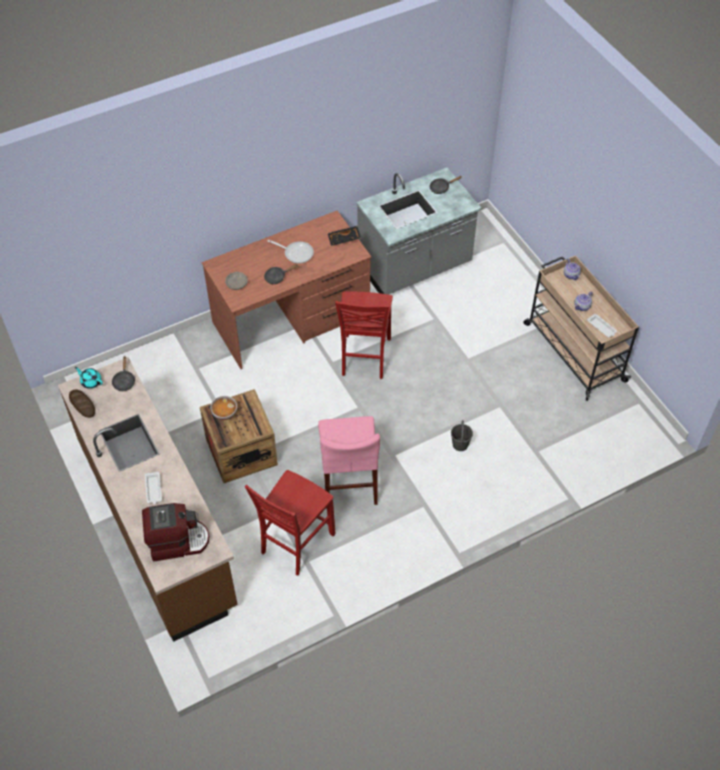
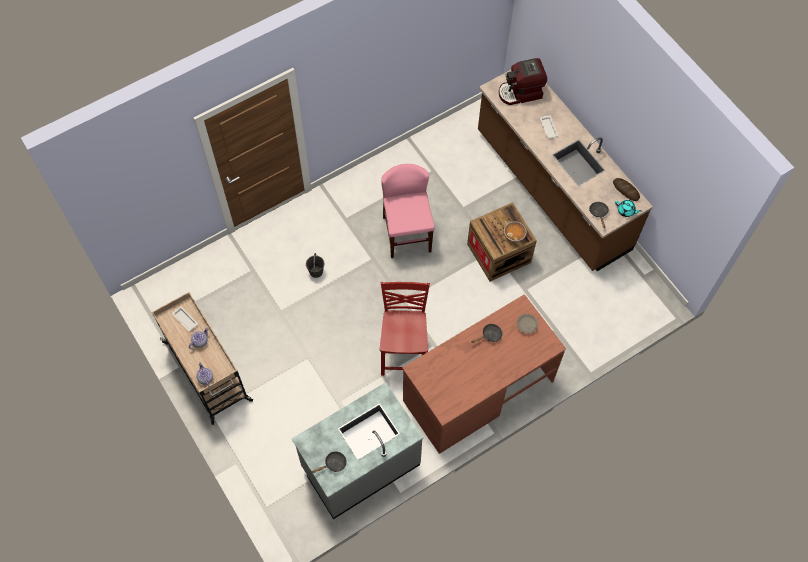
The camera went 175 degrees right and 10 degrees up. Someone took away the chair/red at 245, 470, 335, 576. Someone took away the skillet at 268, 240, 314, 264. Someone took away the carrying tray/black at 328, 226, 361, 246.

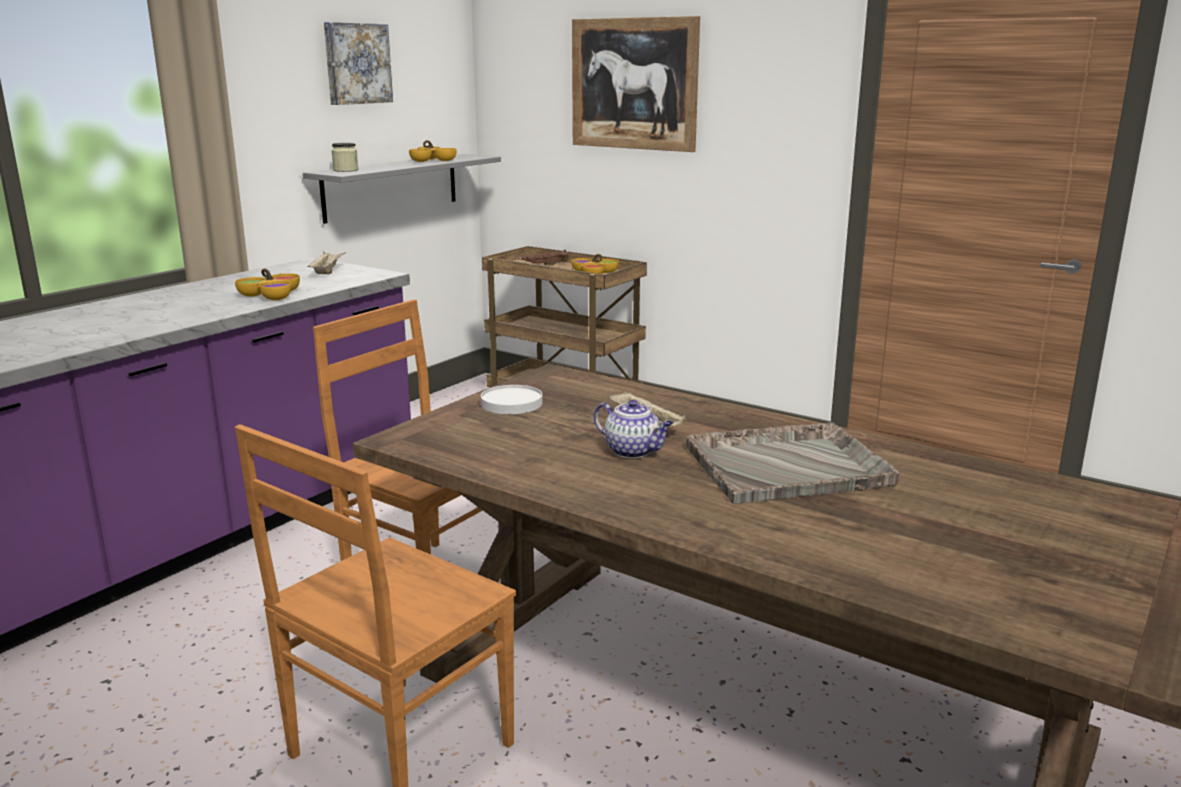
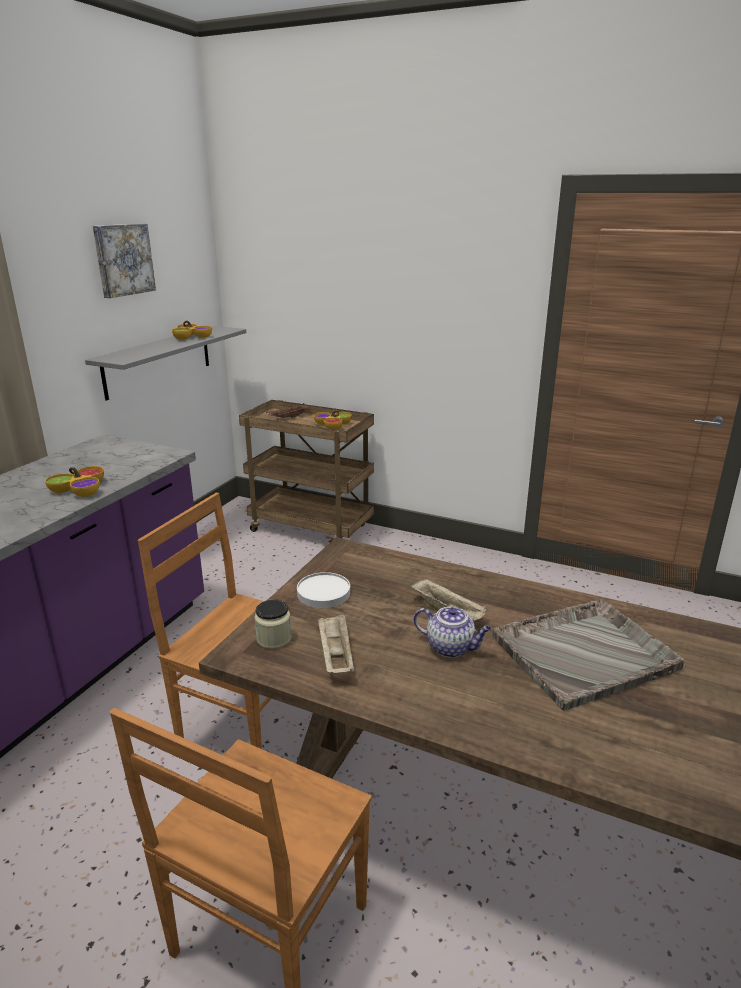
The camera went 10 degrees left and 5 degrees up. Someone took away the wall art at 572, 16, 700, 152. Someone carried the carrying tray/beige from 307, 251, 346, 274 to 318, 613, 354, 673. Someone carried the storage jar from 332, 143, 358, 172 to 255, 599, 292, 649.

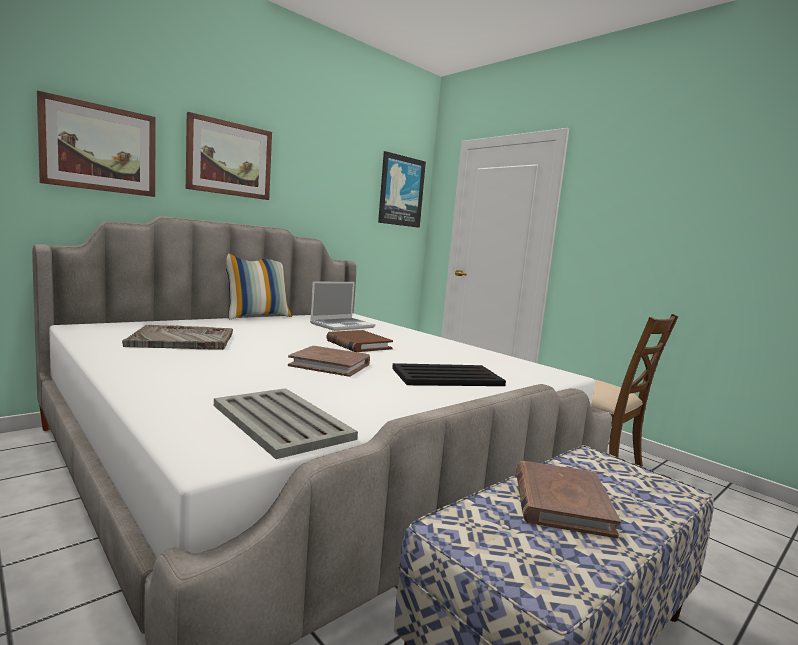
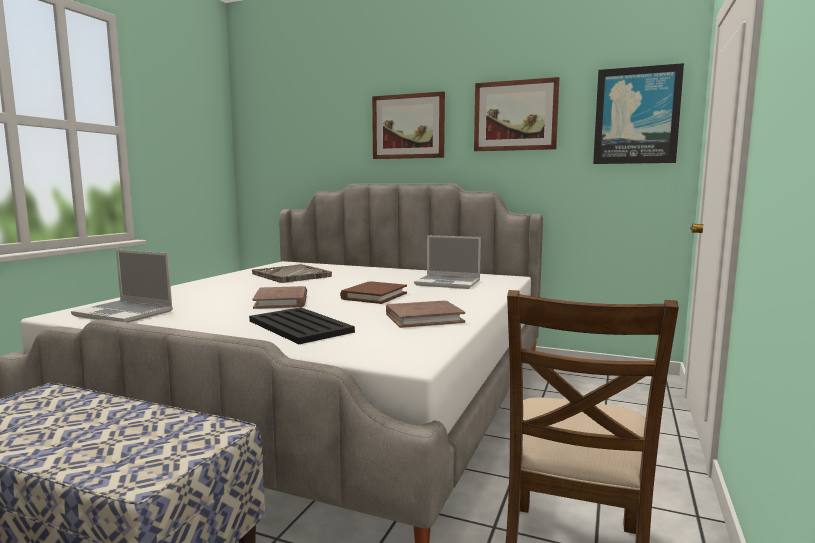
The camera went 65 degrees right and 0 degrees up. Someone took away the pillow at 226, 253, 292, 319. Someone carried the wall art from 37, 91, 156, 197 to 474, 77, 559, 151. Someone carried the bound book/brown-coloured from 516, 461, 621, 538 to 386, 301, 465, 328. Someone swapped the carrying tray/greyish at 214, 388, 358, 459 for the notebook computer at 71, 250, 173, 323.

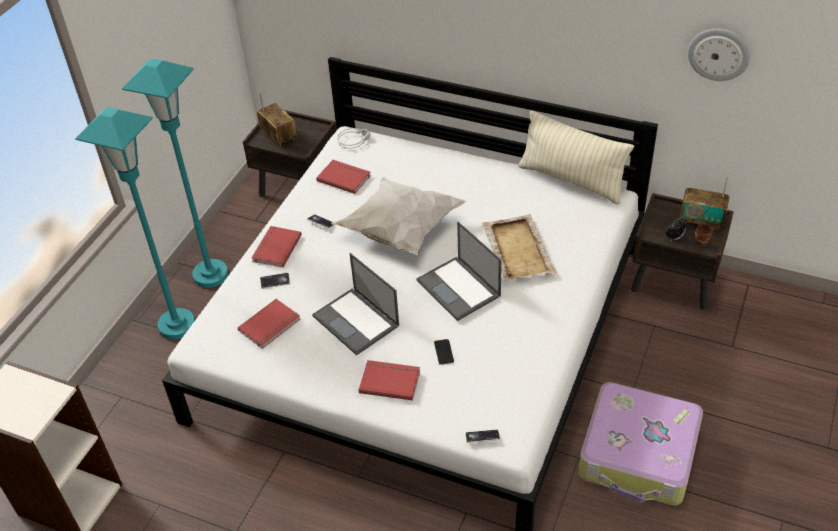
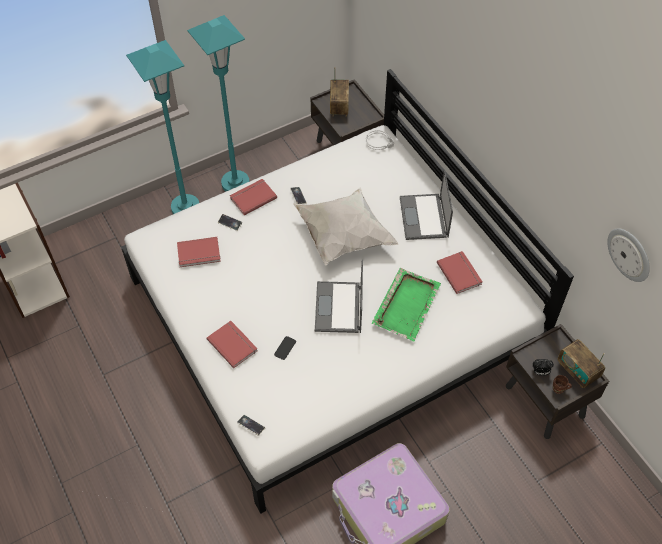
The camera went 35 degrees right and 10 degrees up. Someone took away the pillow/beige at 518, 110, 634, 205. Someone carried the notebook computer from 312, 253, 399, 355 to 400, 169, 453, 240. Someone carried the bound book/red from 316, 160, 371, 194 to 437, 251, 483, 294. Someone repainted the carrying tray/beige at 482, 215, 556, 281, which became the carrying tray/greenish at 372, 268, 441, 341.

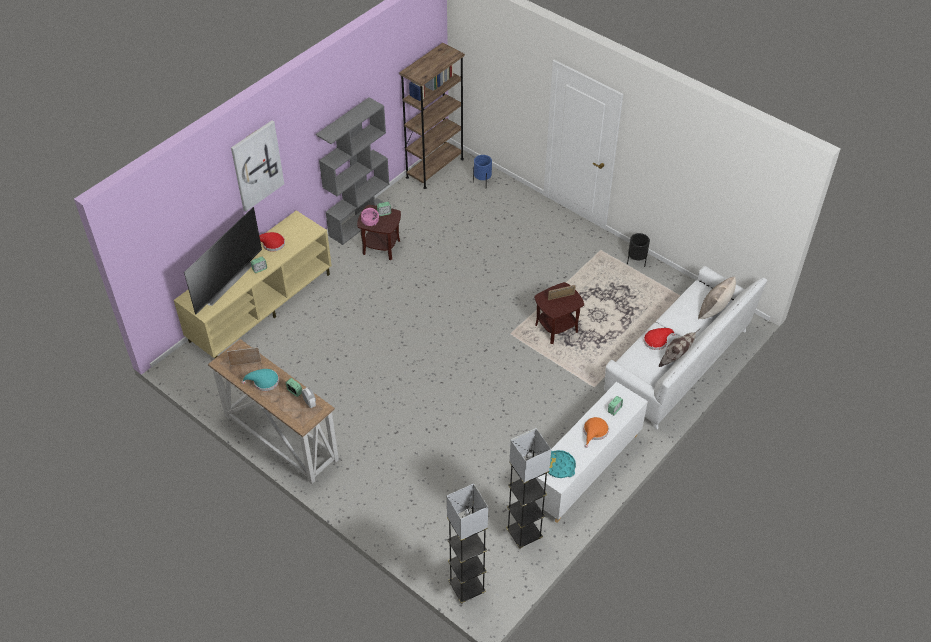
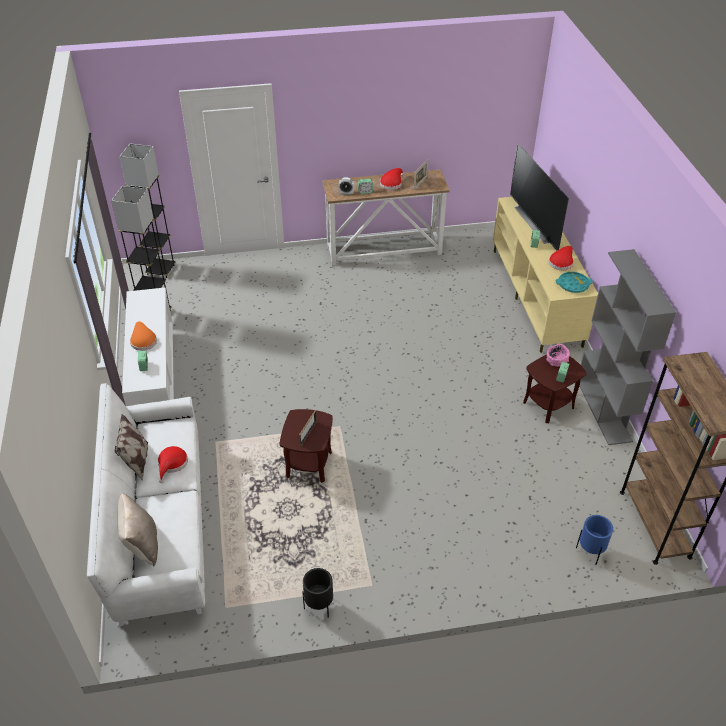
The camera went 130 degrees right and 5 degrees down. Someone took away the wall art at 231, 120, 284, 211. Someone carried the carrying tray/turquoise-coloured from 548, 450, 576, 478 to 556, 272, 593, 293. Someone repainted the hat/turquoise-coloured at 242, 369, 279, 391, which became the hat/red at 380, 168, 404, 190.

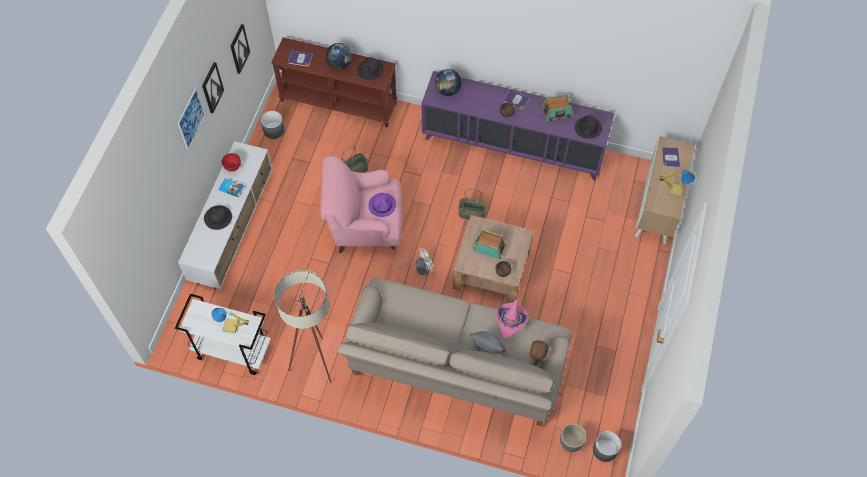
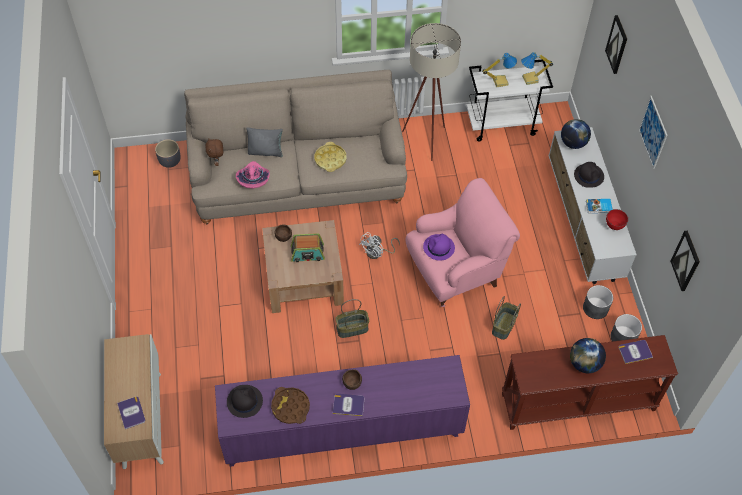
The camera went 155 degrees right and 5 degrees down. Someone took away the hat/black at 357, 57, 383, 80. Someone put down the carrying tray/yellow-coloured at 315, 142, 346, 172. Someone carried the wall art from 202, 62, 224, 113 to 605, 15, 627, 74. Someone carried the globe from 435, 69, 462, 96 to 561, 119, 591, 149. Someone carried the flower pot/greyish from 593, 431, 621, 462 to 583, 285, 613, 319. Someone carried the tabletop lamp from 659, 169, 695, 197 to 521, 52, 553, 85. Someone swapped the radio receiver at 541, 94, 573, 121 for the carrying tray/brown-coloured at 271, 387, 310, 424.

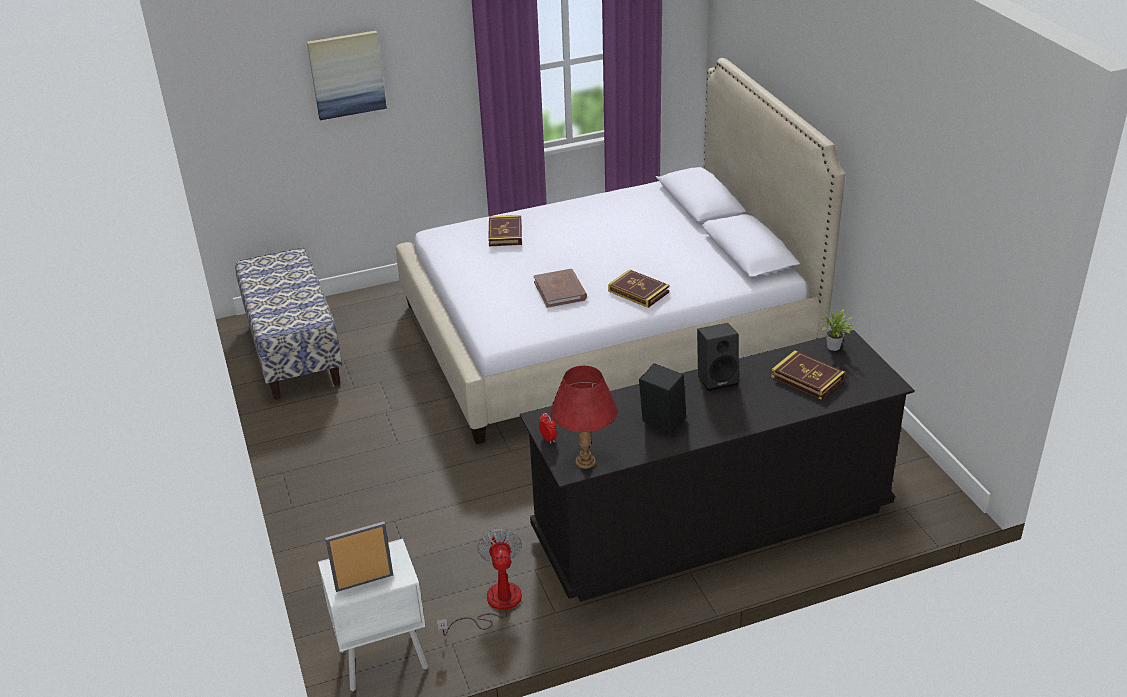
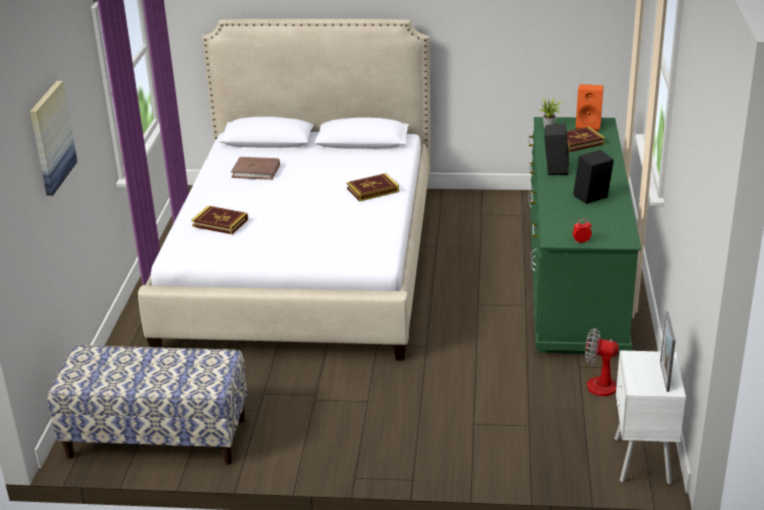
The camera went 65 degrees left and 5 degrees down. Someone took away the tabletop lamp/red at 550, 366, 618, 469. Someone put down the loudspeaker/orange-coloured at 576, 84, 604, 131. Someone carried the bound book/brown-coloured from 534, 269, 587, 308 to 231, 157, 280, 180. Someone repainted the chest of drawers/black at 520, 330, 915, 602, which became the chest of drawers/greenish at 528, 117, 641, 355.

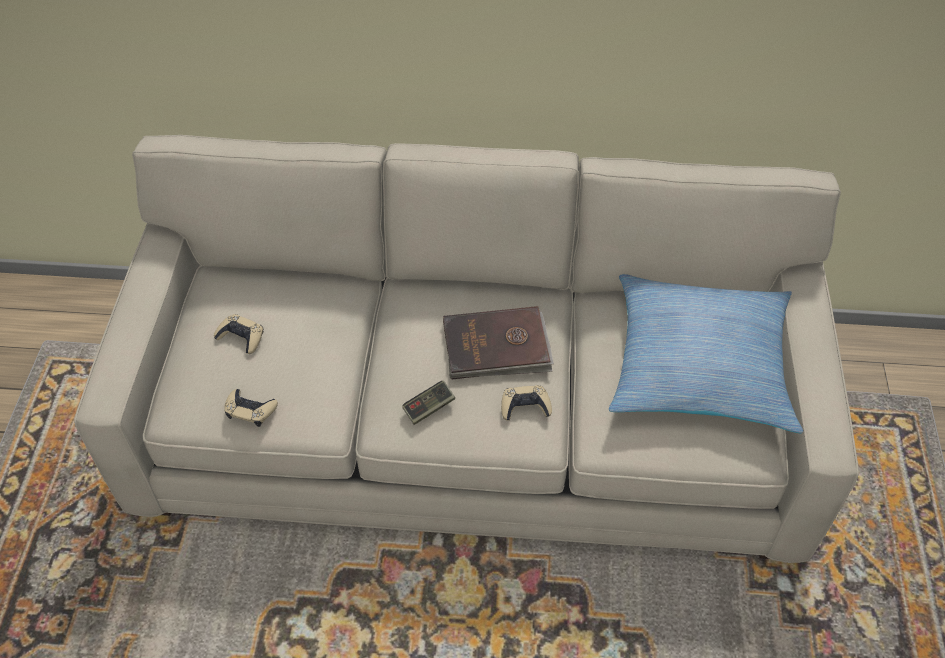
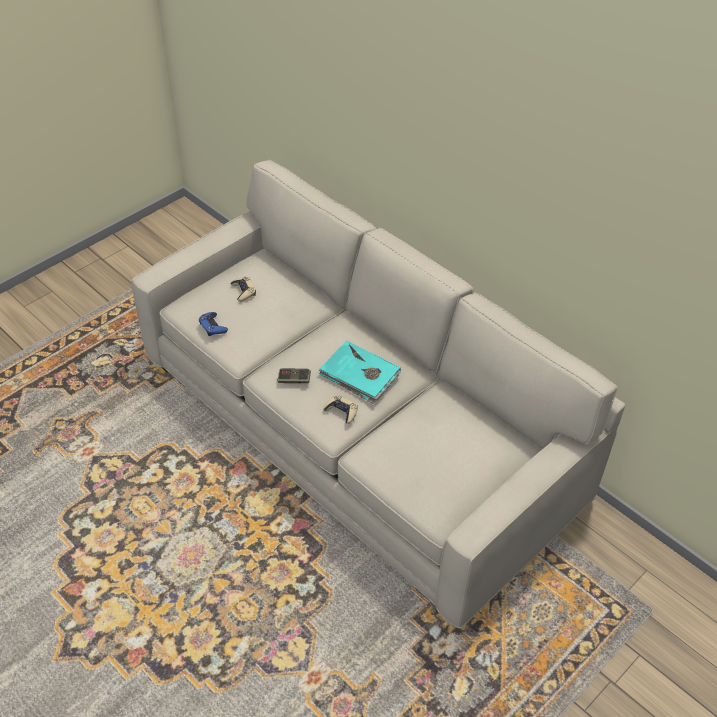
The camera went 40 degrees right and 5 degrees down. Someone took away the pillow at 609, 274, 803, 433. Someone repainted the game controller/beige at 225, 389, 278, 427, which became the game controller/blue at 199, 312, 228, 336. Someone repainted the bound book/brown-coloured at 443, 306, 554, 379, which became the bound book/turquoise-coloured at 318, 341, 401, 404.

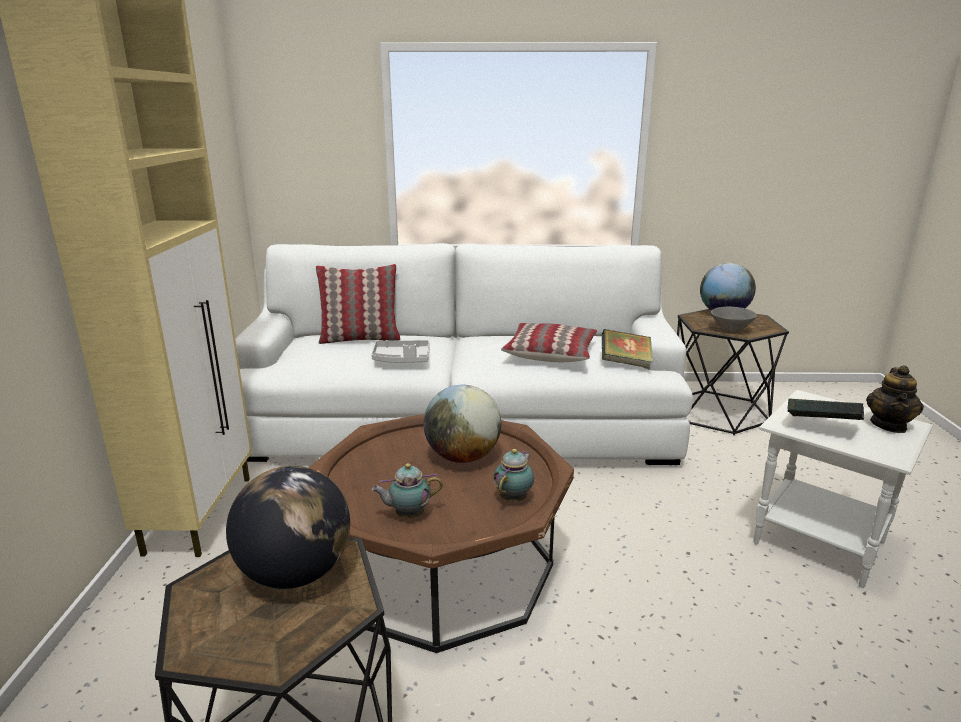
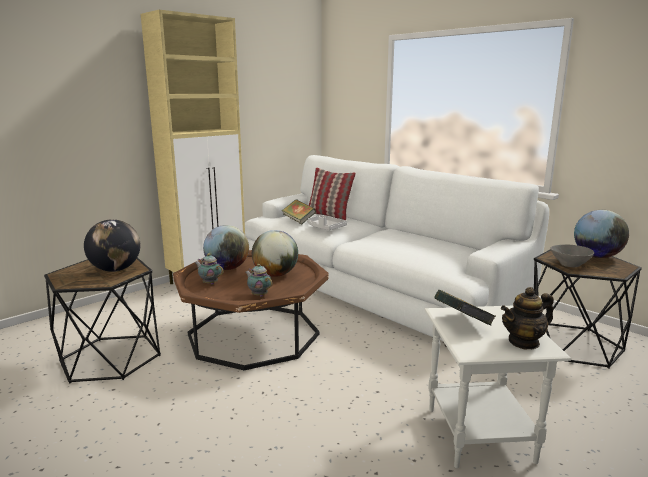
The camera went 45 degrees right and 5 degrees down. Someone took away the pillow at 501, 323, 597, 362. Someone put down the globe at 203, 225, 249, 270. Someone carried the bound book from 602, 329, 653, 368 to 282, 199, 316, 224. Someone rotated the pot for tea at 494, 449, 534, 502 by 120 degrees counterclockwise.

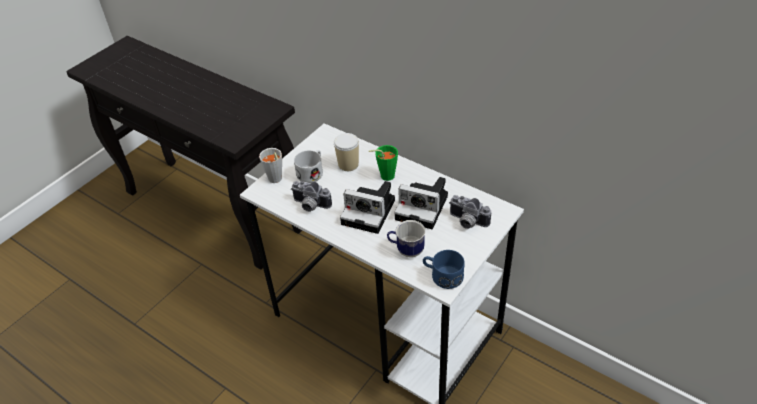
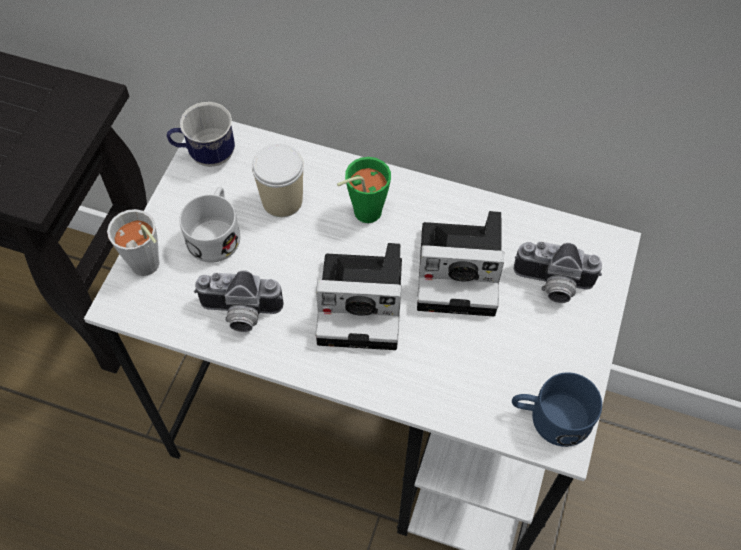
The camera went 20 degrees left and 15 degrees up. Someone carried the mug from 387, 220, 425, 258 to 167, 102, 235, 167.

